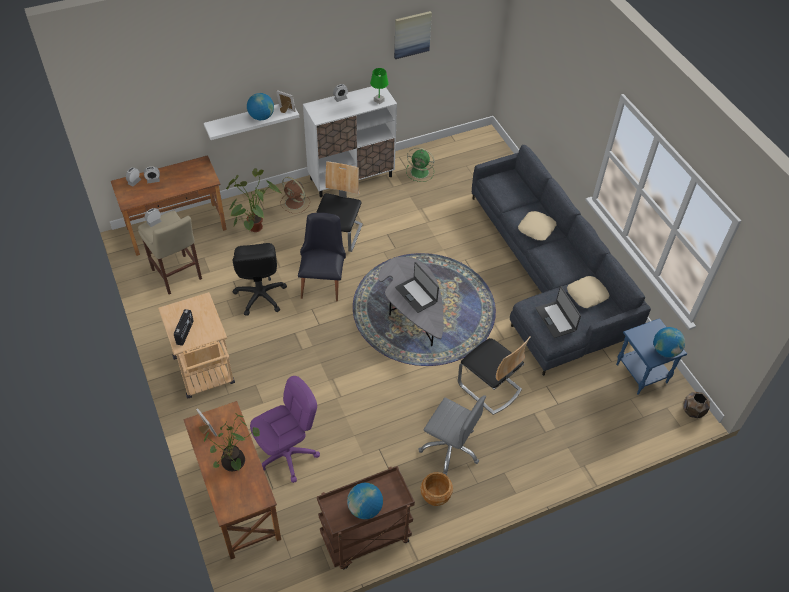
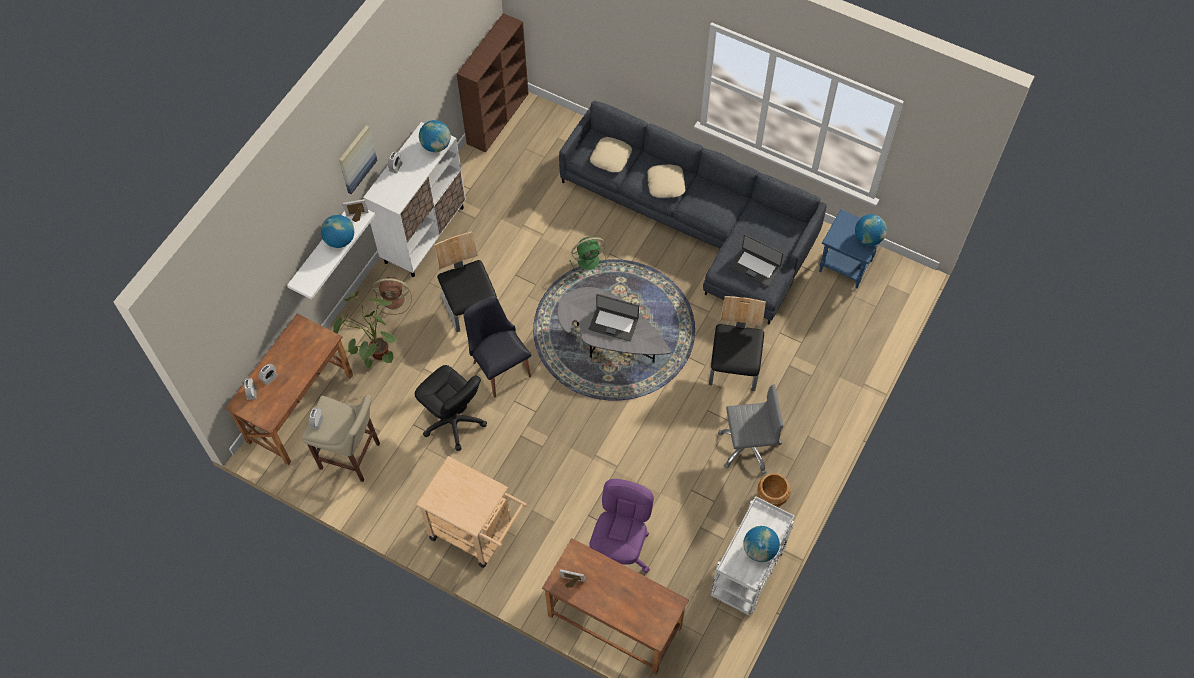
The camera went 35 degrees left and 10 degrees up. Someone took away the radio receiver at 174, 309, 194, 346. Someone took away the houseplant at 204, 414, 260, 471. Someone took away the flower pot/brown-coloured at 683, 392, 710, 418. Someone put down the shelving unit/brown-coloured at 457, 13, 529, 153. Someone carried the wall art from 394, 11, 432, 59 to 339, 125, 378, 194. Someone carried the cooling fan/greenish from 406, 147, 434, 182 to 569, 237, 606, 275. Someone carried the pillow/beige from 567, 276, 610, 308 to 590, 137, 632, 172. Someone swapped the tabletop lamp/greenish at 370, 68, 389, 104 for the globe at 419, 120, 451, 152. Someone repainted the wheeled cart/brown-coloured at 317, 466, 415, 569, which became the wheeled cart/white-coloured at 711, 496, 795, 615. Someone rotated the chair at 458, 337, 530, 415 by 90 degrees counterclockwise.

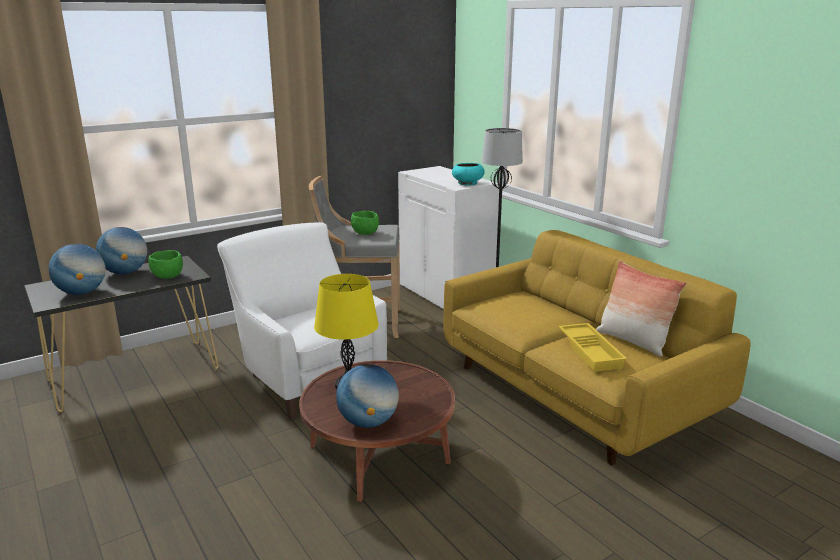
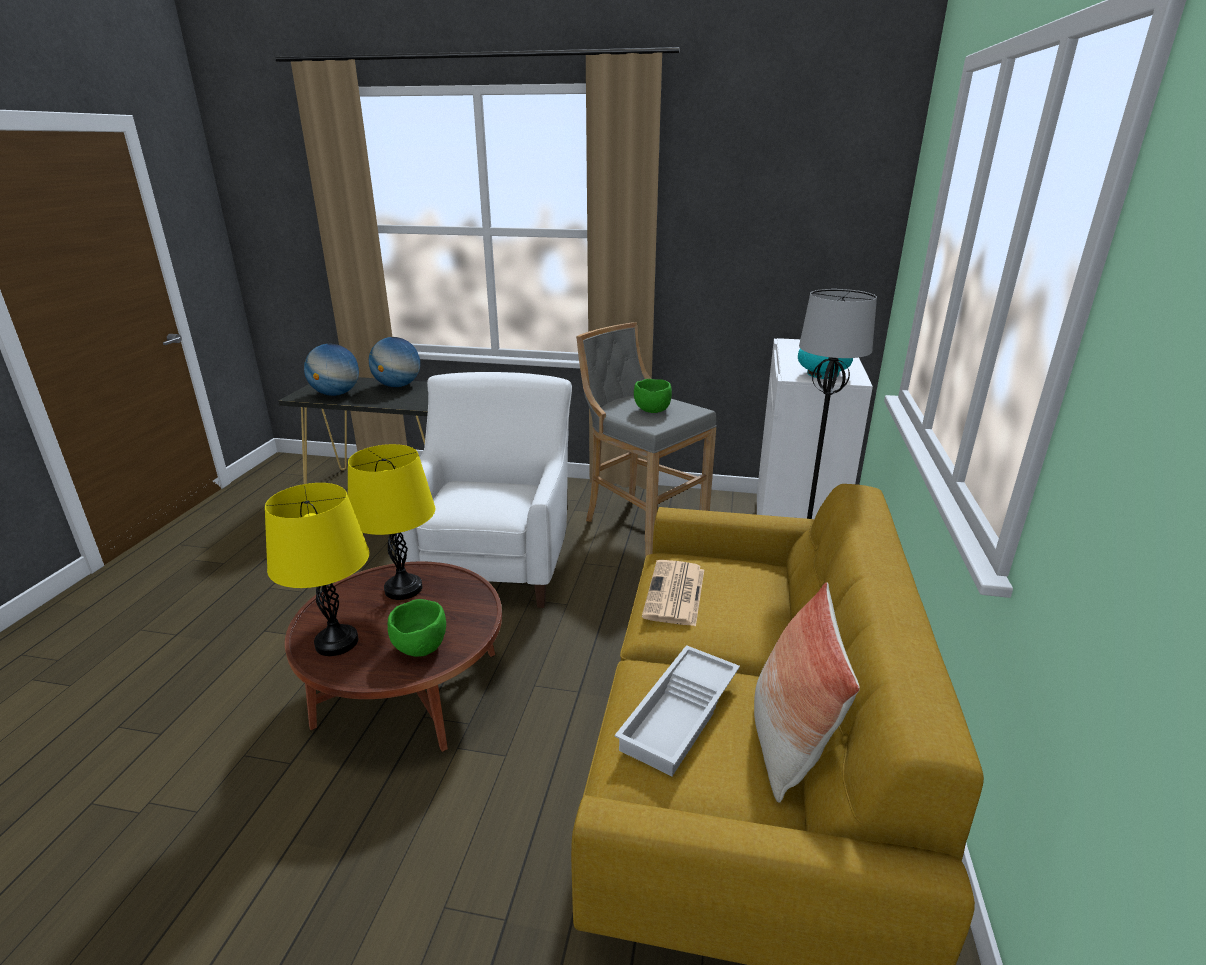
The camera went 45 degrees right and 5 degrees up. Someone put down the daily paper at 642, 560, 704, 626. Someone carried the bowl/greenish from 148, 250, 183, 279 to 388, 599, 446, 657. Someone swapped the globe at 336, 364, 399, 428 for the tabletop lamp/yellow-coloured at 265, 483, 369, 656. Someone repainted the carrying tray/yellow-coloured at 559, 323, 627, 372, which became the carrying tray/white-coloured at 615, 645, 740, 776.

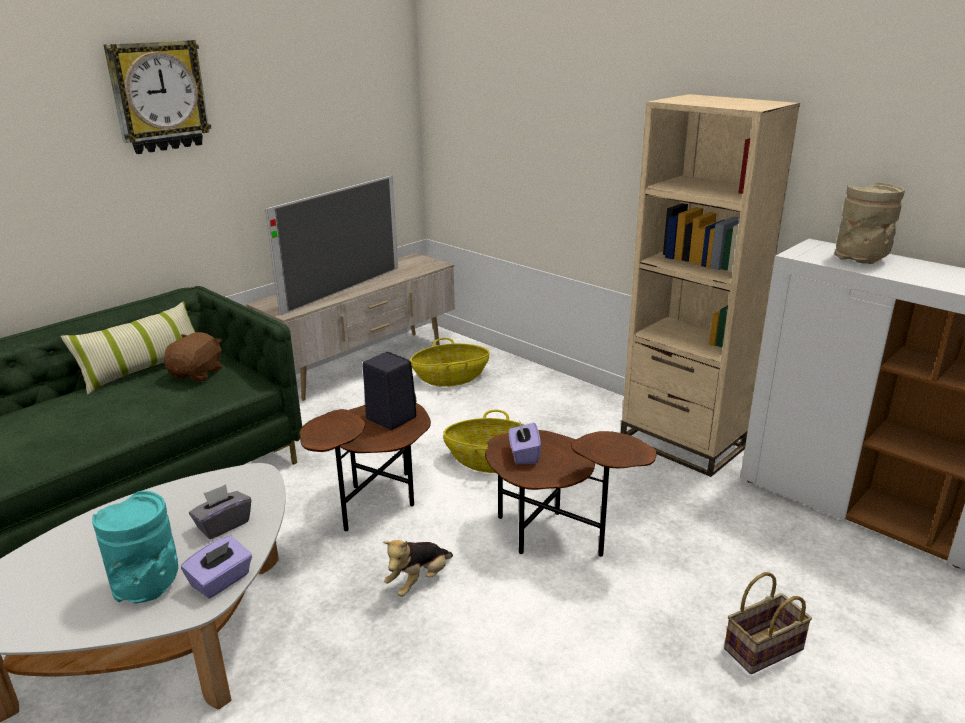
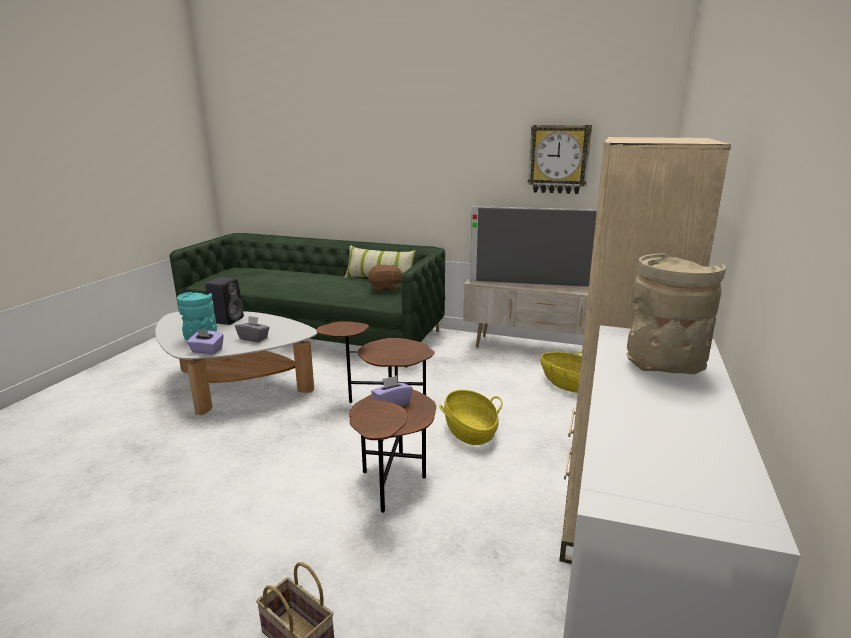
The camera went 65 degrees right and 5 degrees down. Someone took away the soft toy at 383, 540, 453, 597. Someone carried the wall clock from 104, 40, 211, 154 to 528, 125, 592, 194. Someone carried the loudspeaker/black from 362, 352, 416, 430 to 205, 277, 244, 325.

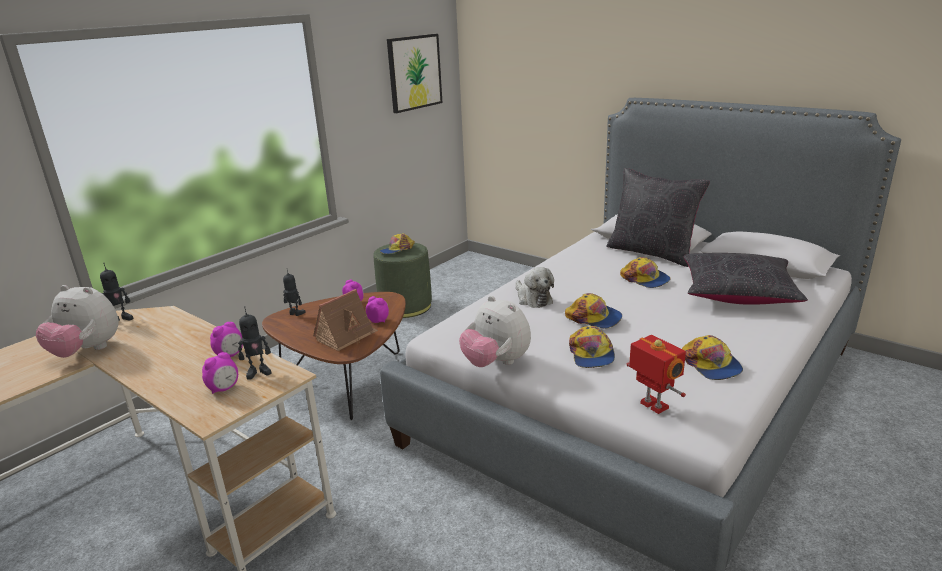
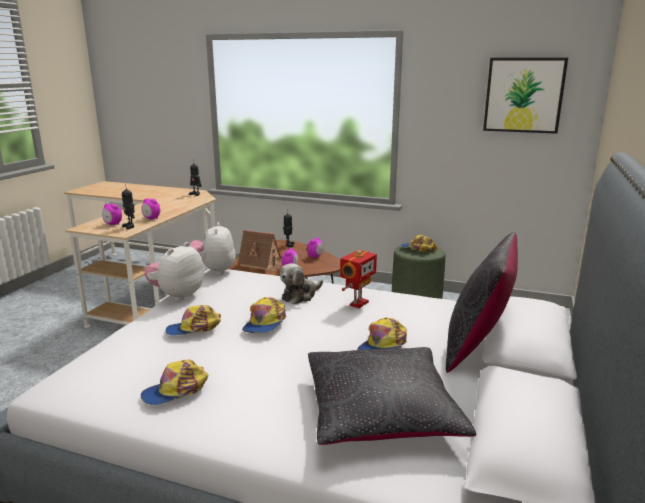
The camera went 70 degrees right and 5 degrees down. Someone carried the soft toy from 36, 285, 119, 358 to 190, 222, 236, 275. Someone carried the robot figure from 626, 335, 686, 414 to 340, 250, 377, 308.

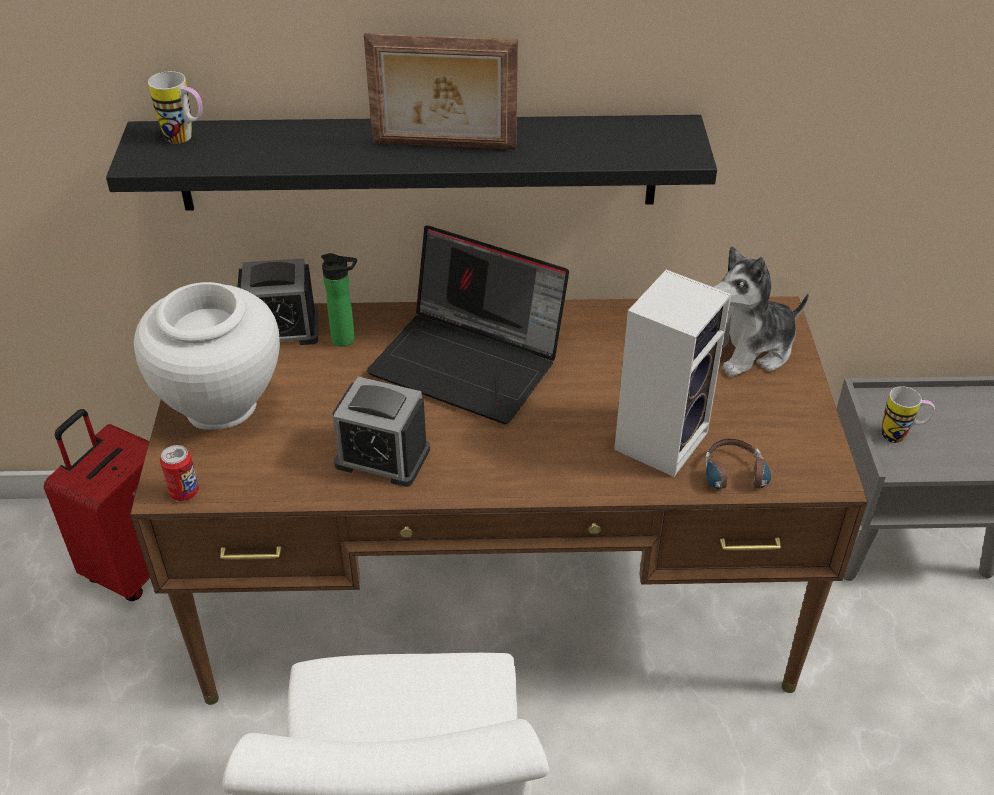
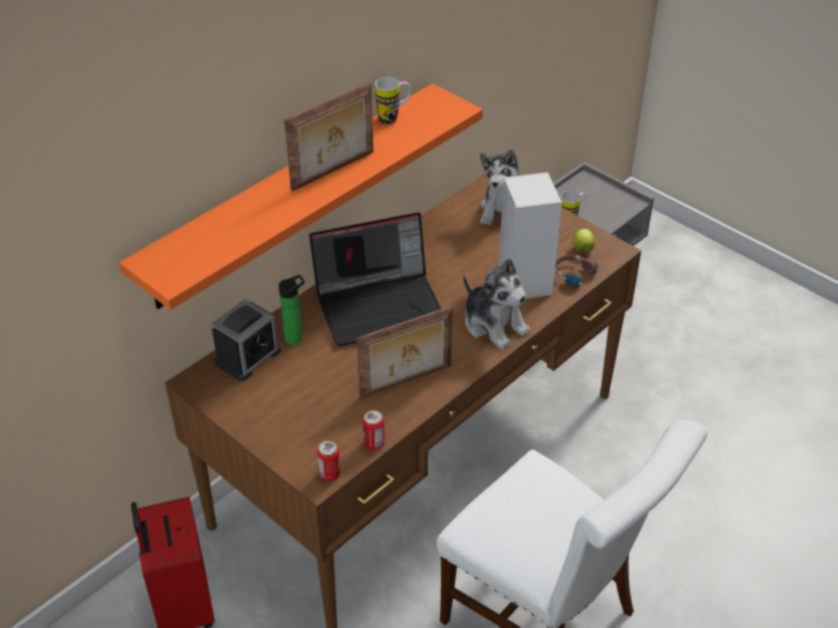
The camera went 45 degrees left and 0 degrees up. Someone took away the flower vase/white-coloured at 134, 282, 280, 430. Someone put down the sealed can at 363, 410, 385, 450. Someone put down the soft toy at 463, 258, 530, 349. Someone put down the apple at 572, 229, 595, 253. Someone carried the mug from 148, 71, 203, 144 to 375, 77, 411, 125. Someone swapped the bedside clock at 333, 377, 430, 487 for the standing frame at 356, 306, 453, 398. Someone repainted the wall shelf/black at 106, 115, 717, 211, which became the wall shelf/orange-coloured at 119, 84, 483, 310.

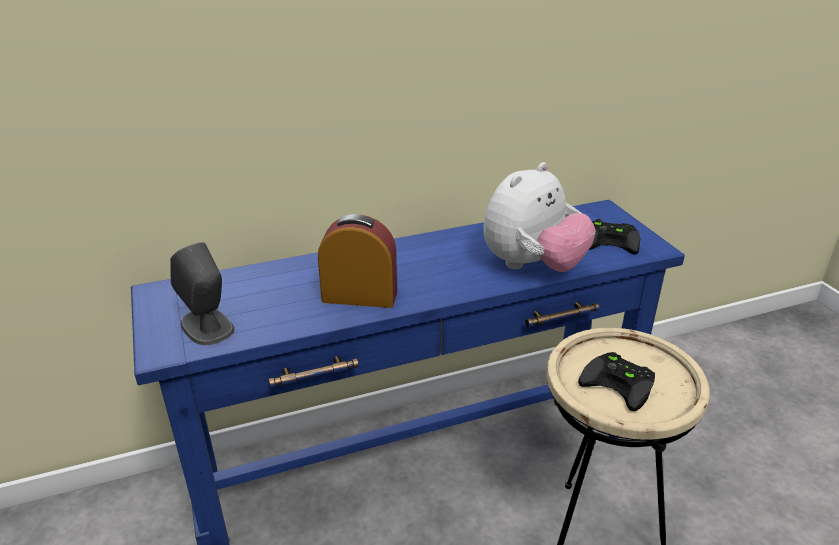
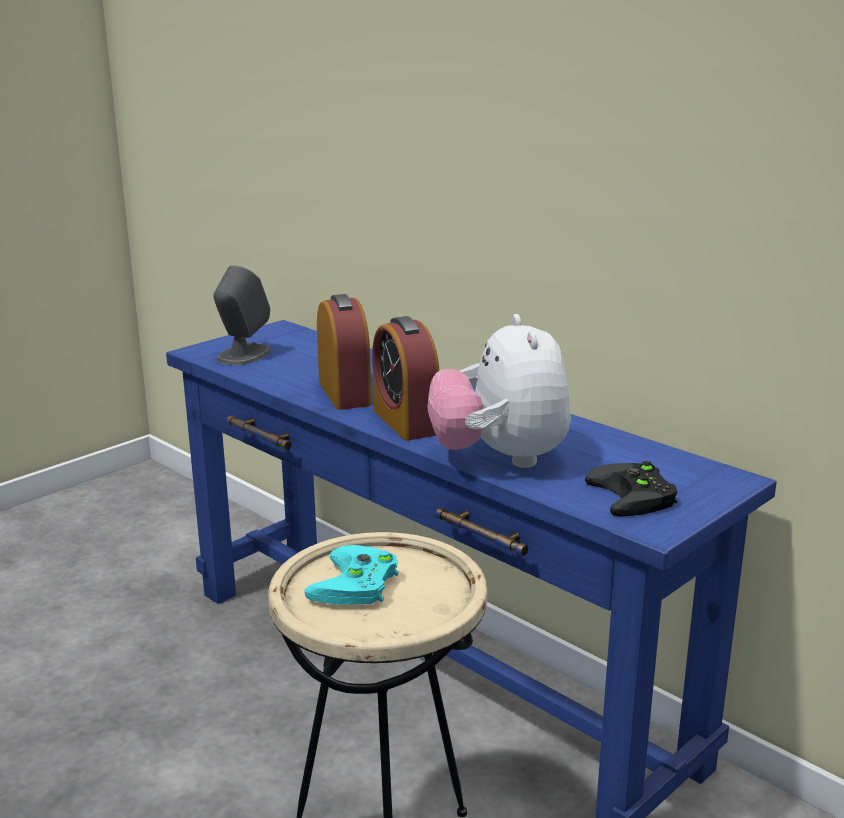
The camera went 65 degrees right and 10 degrees down. Someone put down the bedside clock at 372, 316, 439, 441. Someone repainted the game controller/black at 578, 352, 655, 411, which became the game controller/turquoise-coloured at 304, 545, 399, 605. Someone rotated the soft toy at 483, 162, 595, 272 by 60 degrees clockwise.

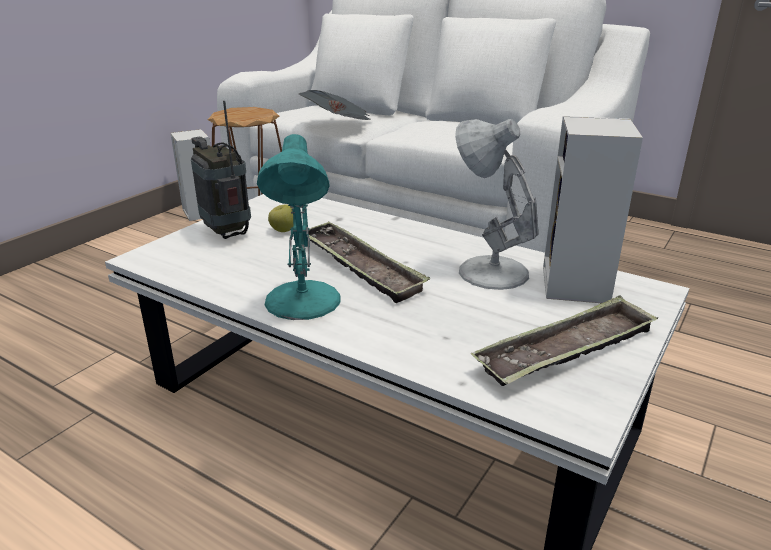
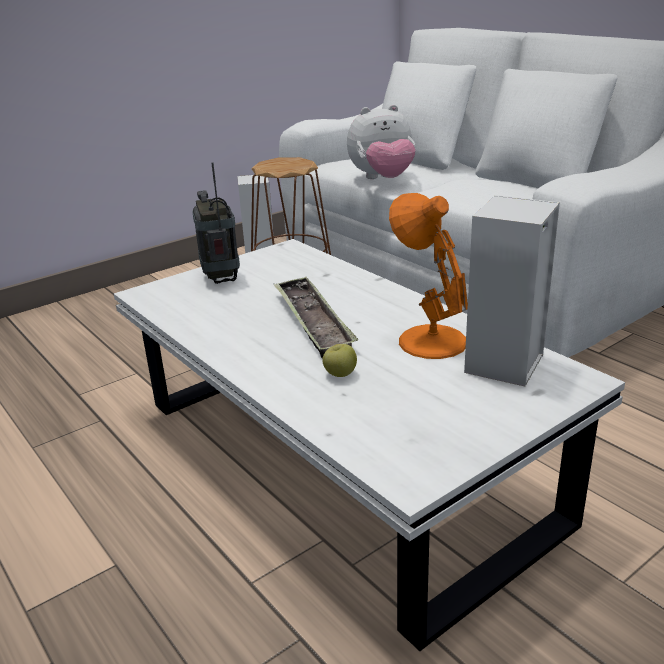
The camera went 20 degrees right and 0 degrees up. Someone took away the tabletop lamp/turquoise-coloured at 257, 134, 340, 320. Someone took away the carrying tray at 470, 295, 658, 386. Someone carried the apple from 268, 204, 293, 232 to 322, 344, 357, 377. Someone swapped the daily paper at 299, 90, 371, 120 for the soft toy at 347, 104, 416, 179. Someone repainted the tabletop lamp/white-coloured at 455, 119, 539, 290, which became the tabletop lamp/orange-coloured at 389, 193, 468, 359.

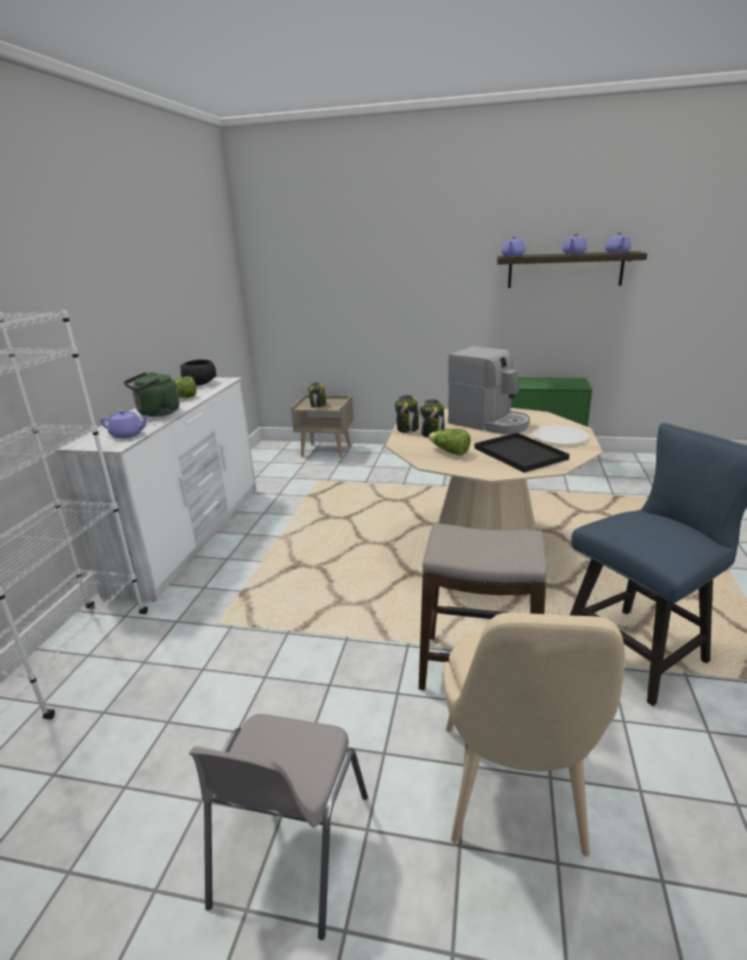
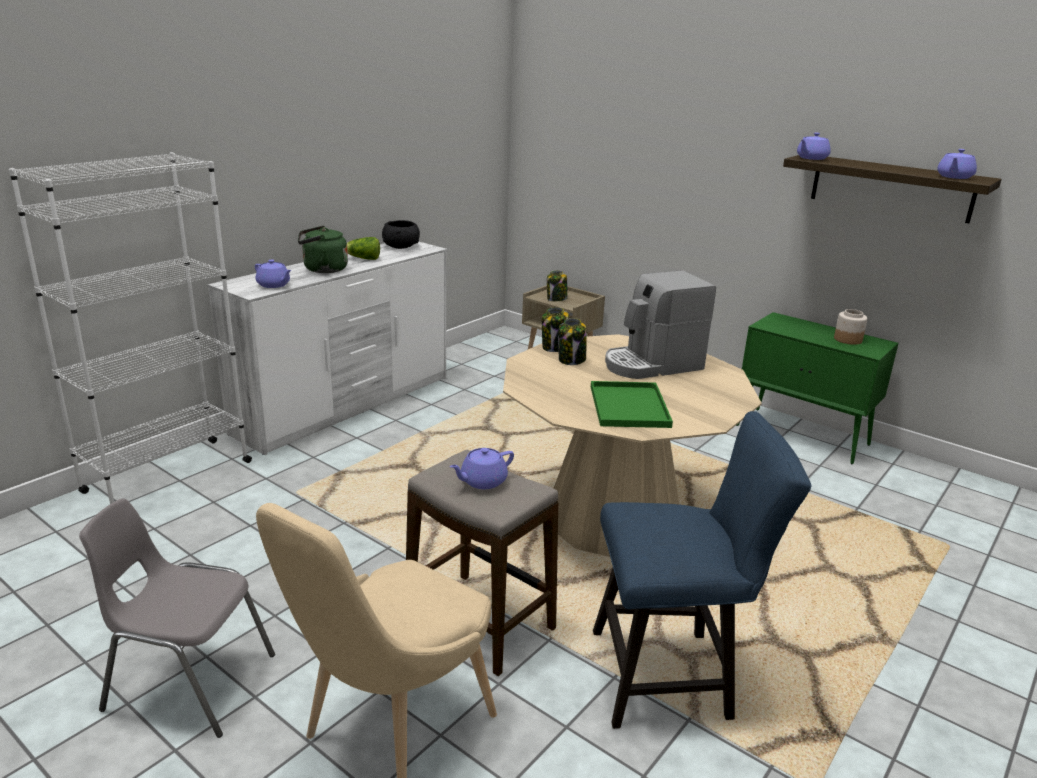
The camera went 25 degrees right and 0 degrees up. Someone took away the lettuce at 428, 429, 471, 455. Someone took away the dinner plate/white-coloured at 532, 425, 589, 445. Someone put down the storage jar at 834, 309, 868, 345. Someone carried the pot for tea/purple-coloured from 562, 234, 587, 254 to 449, 448, 514, 489. Someone repainted the carrying tray/black at 474, 433, 569, 473, which became the carrying tray/greenish at 591, 381, 673, 428. Someone rotated the chair/greyish at 189, 714, 368, 940 by 60 degrees clockwise. Someone rotated the coffee brewer at 448, 346, 530, 434 by 90 degrees clockwise.

